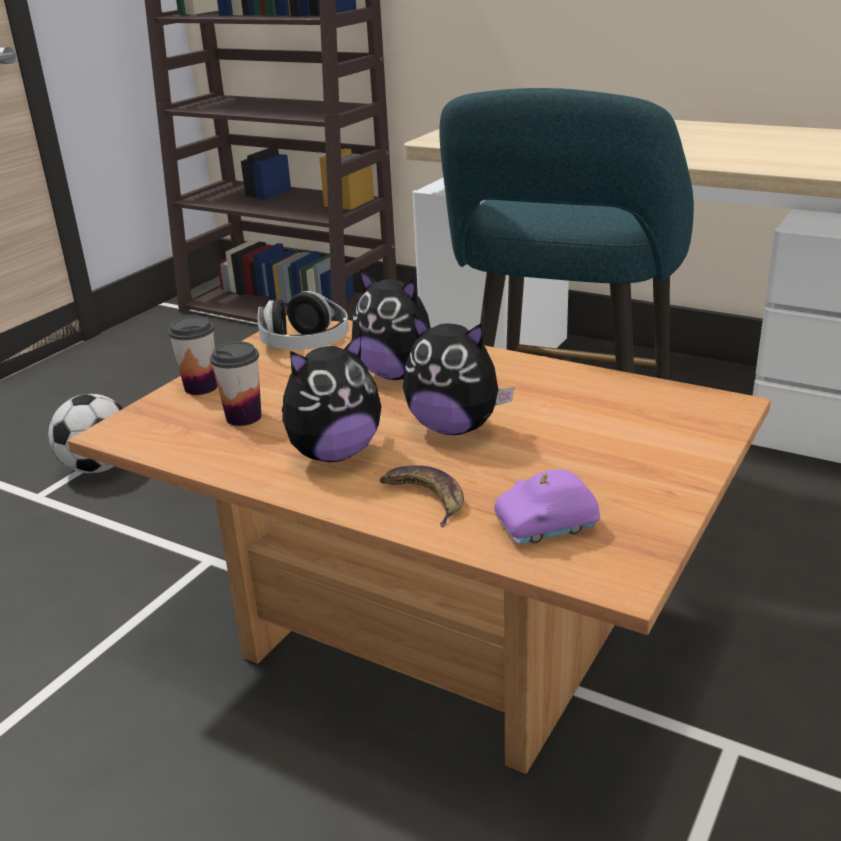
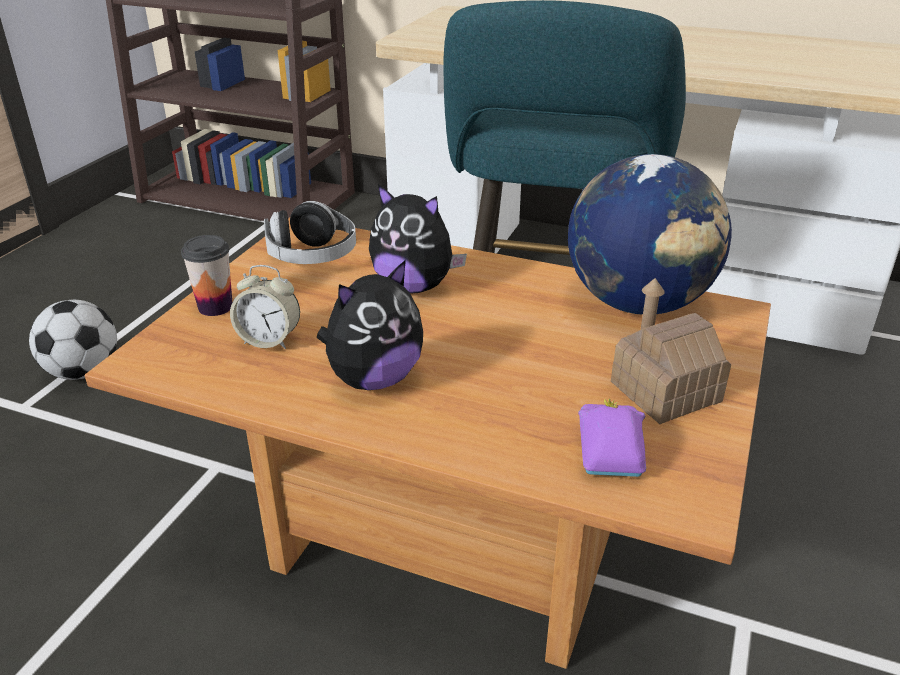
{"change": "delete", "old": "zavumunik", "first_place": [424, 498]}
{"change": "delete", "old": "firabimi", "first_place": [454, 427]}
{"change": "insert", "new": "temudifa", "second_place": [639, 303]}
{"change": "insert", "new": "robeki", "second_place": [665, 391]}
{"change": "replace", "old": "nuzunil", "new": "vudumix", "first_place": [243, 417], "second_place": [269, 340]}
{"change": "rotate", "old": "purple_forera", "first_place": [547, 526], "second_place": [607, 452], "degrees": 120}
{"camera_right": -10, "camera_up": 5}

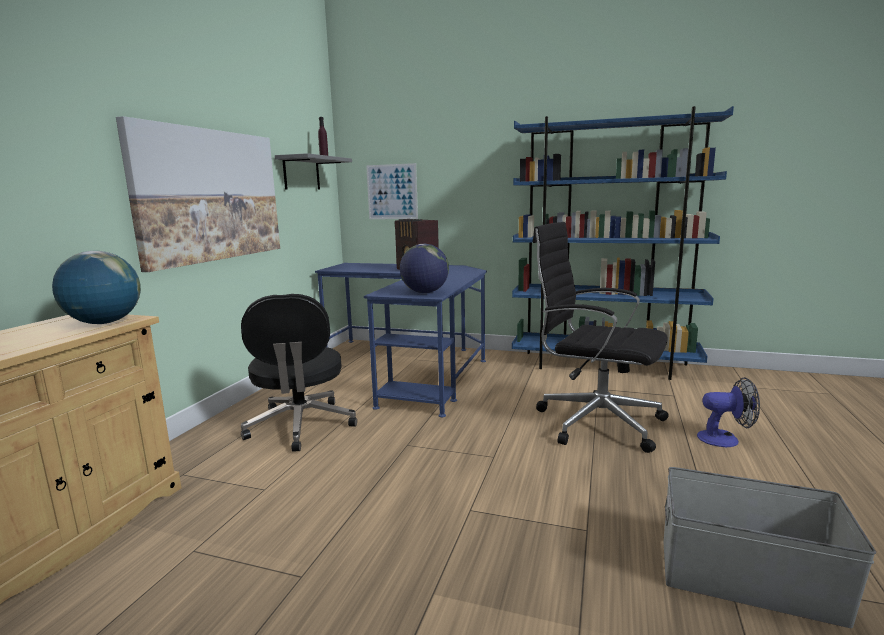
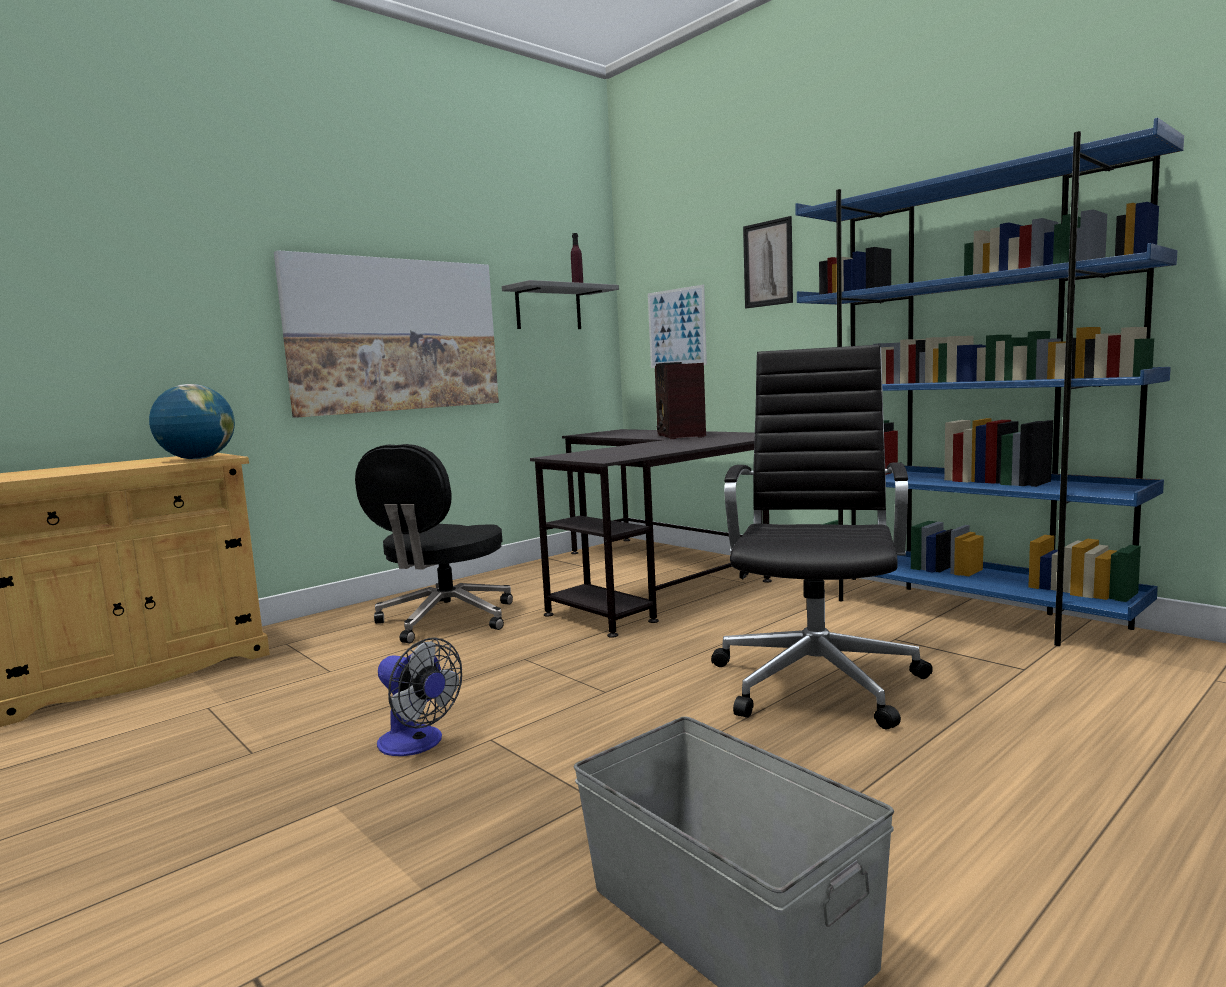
{"change": "delete", "old": "temudifa", "first_place": [425, 292]}
{"change": "insert", "new": "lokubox", "second_place": [768, 263]}
{"change": "move", "old": "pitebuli", "first_place": [725, 439], "second_place": [417, 744]}
{"change": "recolor", "old": "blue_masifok", "new": "black_masifok", "first_place": [413, 366], "second_place": [661, 576]}
{"change": "rotate", "old": "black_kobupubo", "first_place": [595, 422], "second_place": [817, 679], "degrees": 45}
{"camera_right": 30, "camera_up": -5}

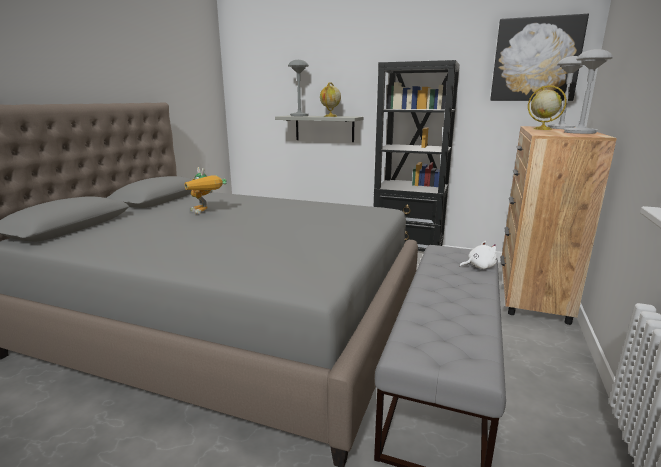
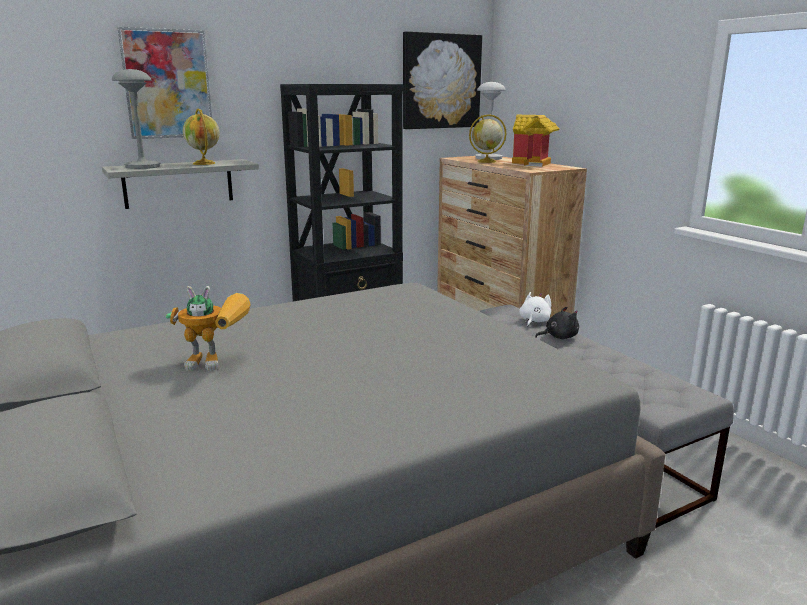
{"change": "insert", "new": "lokubox", "second_place": [167, 84]}
{"change": "insert", "new": "black_firabimi", "second_place": [559, 337]}
{"change": "replace", "old": "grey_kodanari", "new": "robeki", "first_place": [580, 132], "second_place": [535, 164]}
{"camera_right": -50, "camera_up": 0}

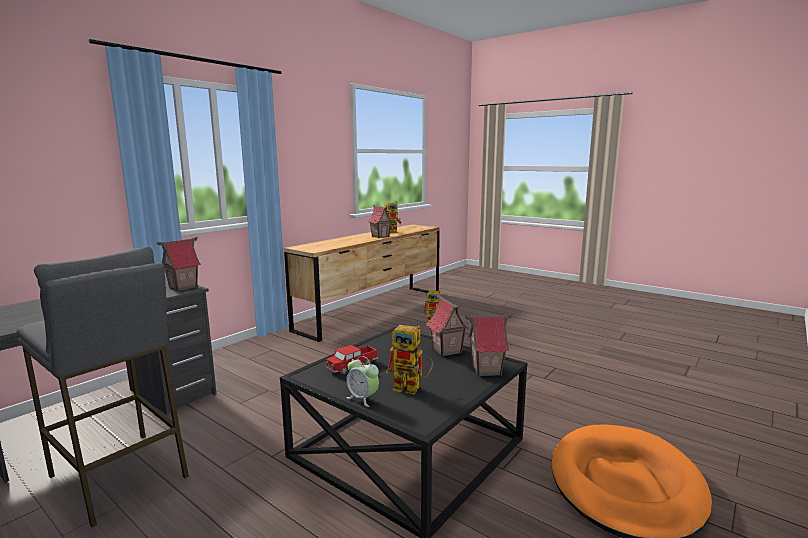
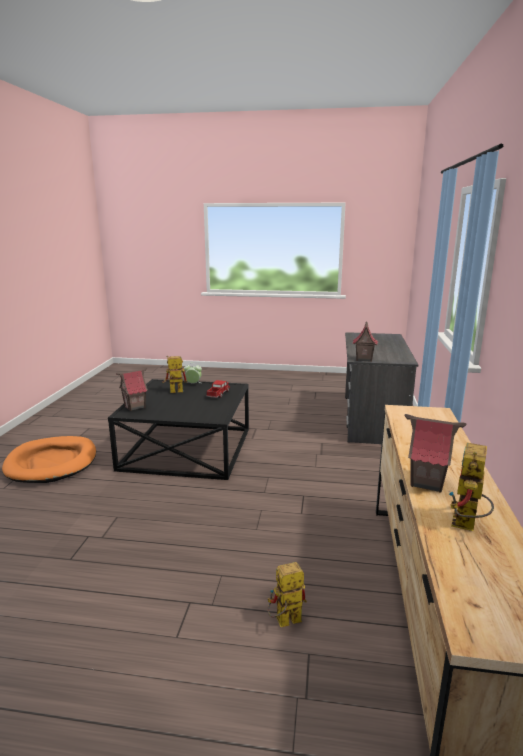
{"change": "delete", "old": "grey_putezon", "first_place": [119, 476]}
{"change": "delete", "old": "robeki", "first_place": [446, 351]}
{"camera_right": 150, "camera_up": 5}

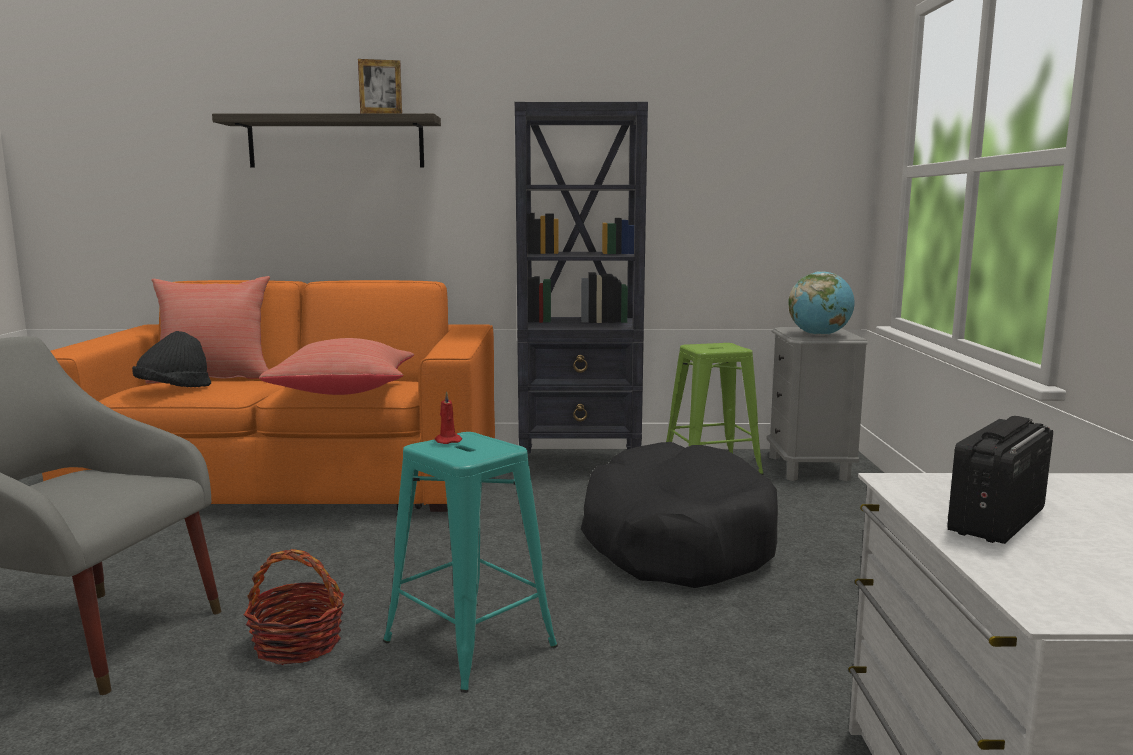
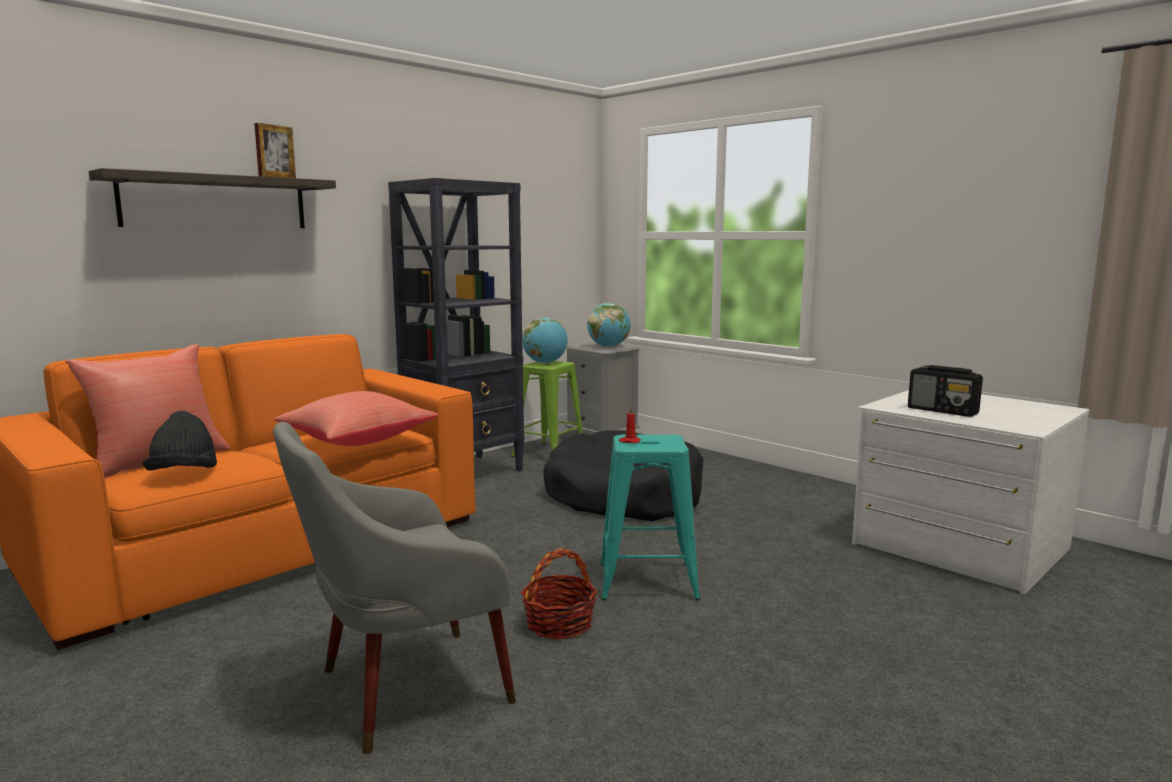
{"change": "insert", "new": "temudifa", "second_place": [545, 363]}
{"change": "rotate", "old": "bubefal", "first_place": [996, 521], "second_place": [943, 411], "degrees": -45}
{"camera_right": -45, "camera_up": 0}

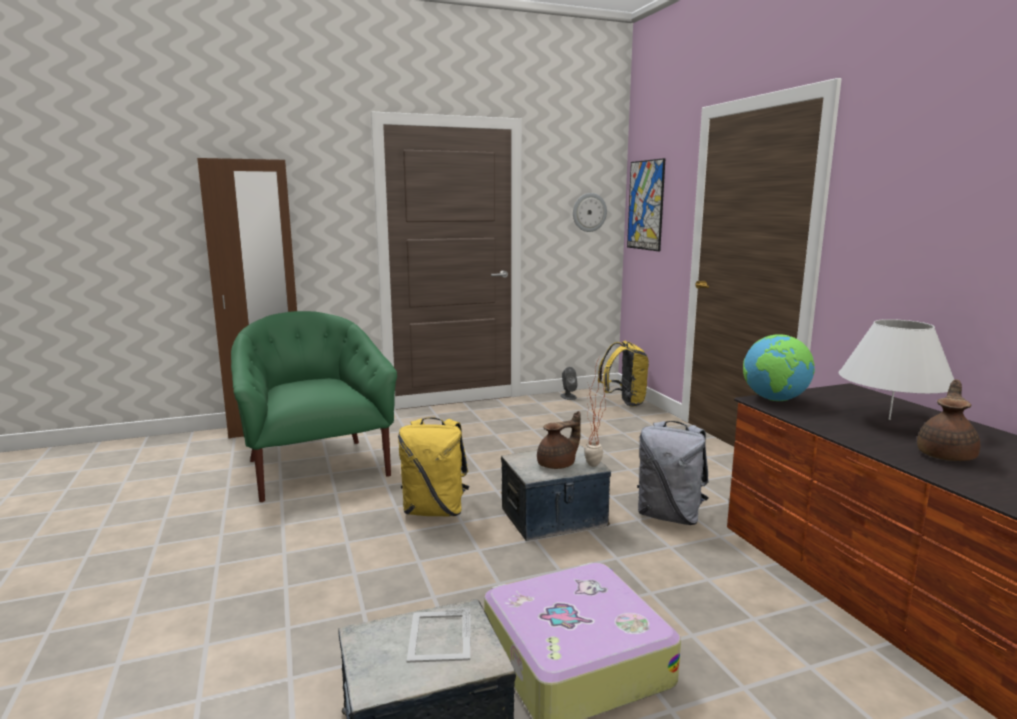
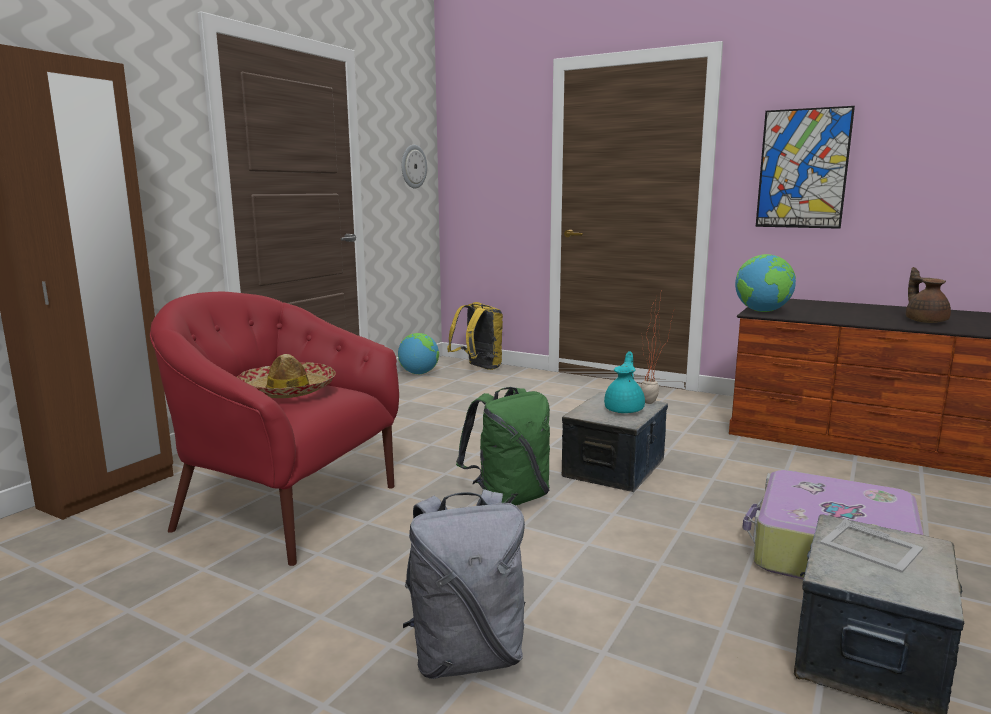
{"change": "delete", "old": "white_kodanari", "first_place": [889, 419]}
{"change": "insert", "new": "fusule", "second_place": [287, 390]}
{"change": "move", "old": "lokubox", "first_place": [645, 205], "second_place": [802, 169]}
{"change": "move", "old": "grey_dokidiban", "first_place": [670, 516], "second_place": [466, 656]}
{"change": "replace", "old": "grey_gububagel", "new": "temudifa", "first_place": [568, 396], "second_place": [419, 373]}
{"change": "recolor", "old": "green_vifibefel", "new": "red_vifibefel", "first_place": [316, 468], "second_place": [285, 508]}
{"change": "recolor", "old": "yellow_dokidiban", "new": "green_dokidiban", "first_place": [435, 511], "second_place": [508, 499]}
{"change": "recolor", "old": "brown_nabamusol", "new": "turquoise_nabamusol", "first_place": [558, 465], "second_place": [625, 409]}
{"camera_right": -40, "camera_up": 0}

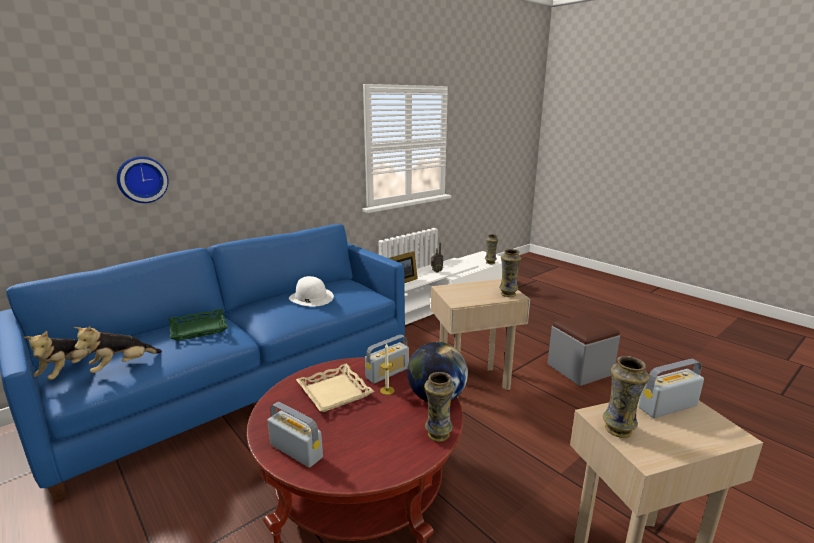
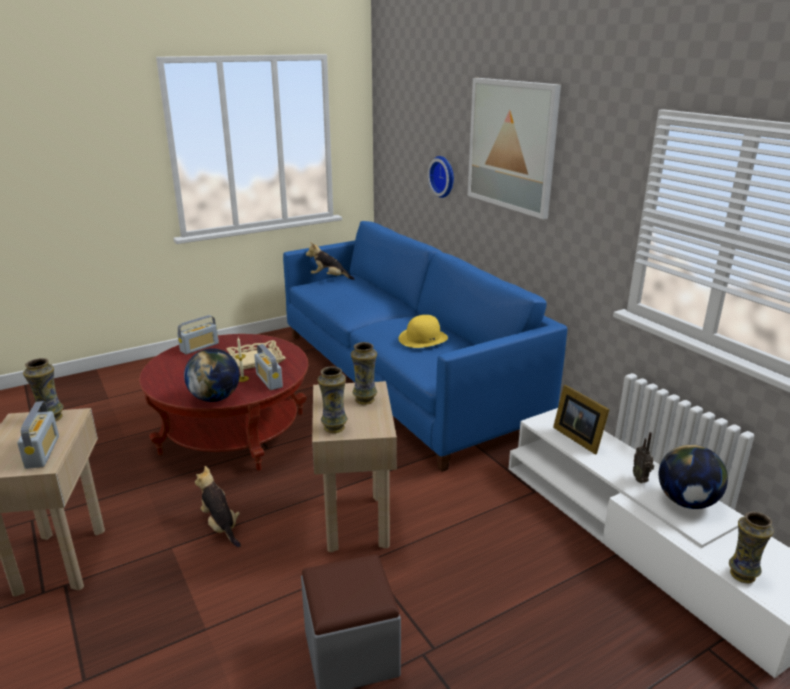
{"change": "delete", "old": "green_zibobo", "first_place": [198, 329]}
{"change": "insert", "new": "lokubox", "second_place": [511, 145]}
{"change": "insert", "new": "temudifa", "second_place": [686, 502]}
{"change": "move", "old": "firabimi", "first_place": [122, 366], "second_place": [221, 526]}
{"change": "move", "old": "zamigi", "first_place": [438, 434], "second_place": [365, 399]}
{"change": "recolor", "old": "white_fusule", "new": "yellow_fusule", "first_place": [311, 298], "second_place": [423, 338]}
{"camera_right": 100, "camera_up": 5}

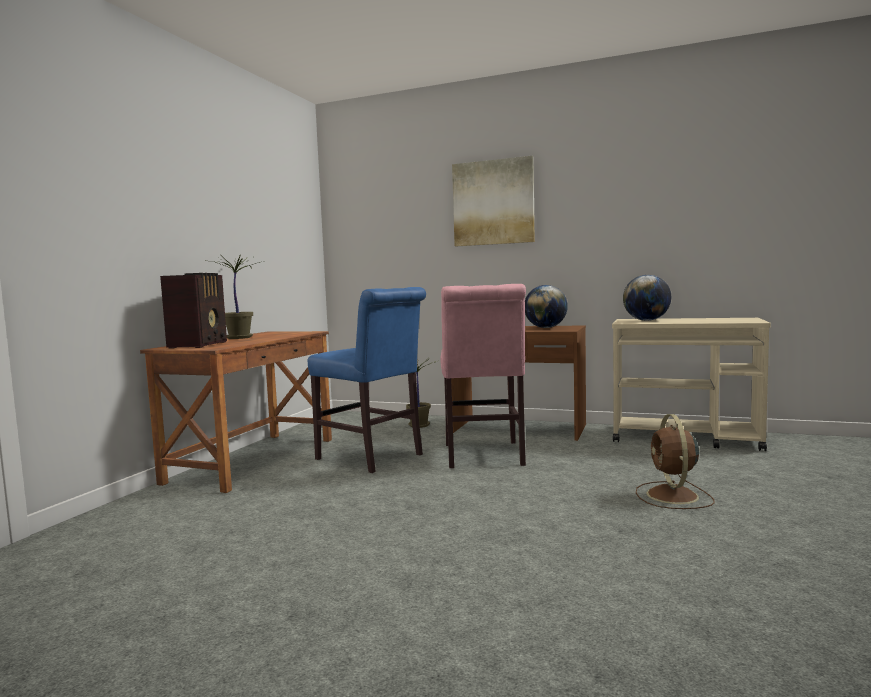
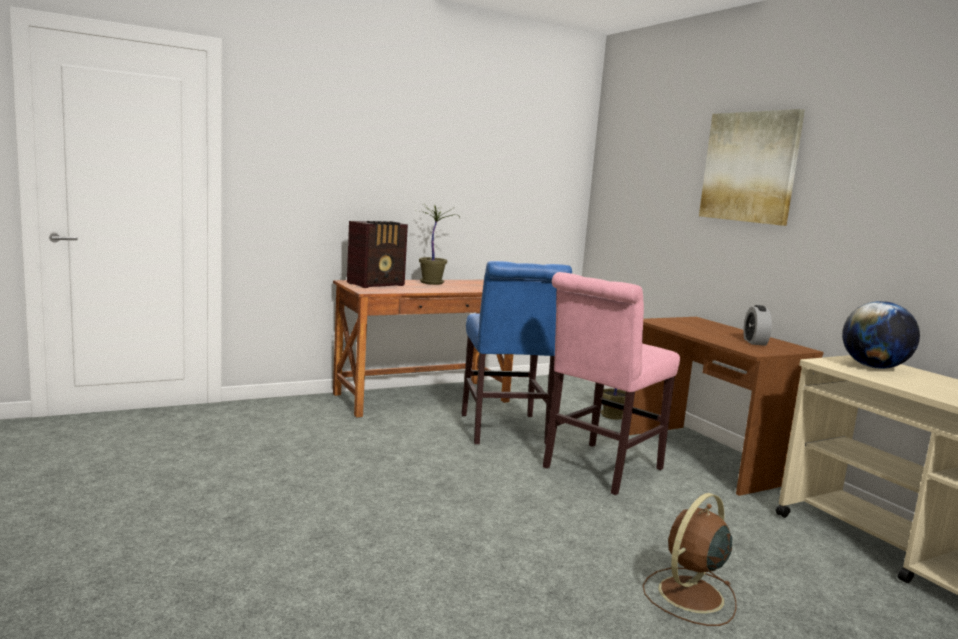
{"change": "replace", "old": "temudifa", "new": "vudumix", "first_place": [545, 328], "second_place": [754, 342]}
{"camera_right": 40, "camera_up": 5}

